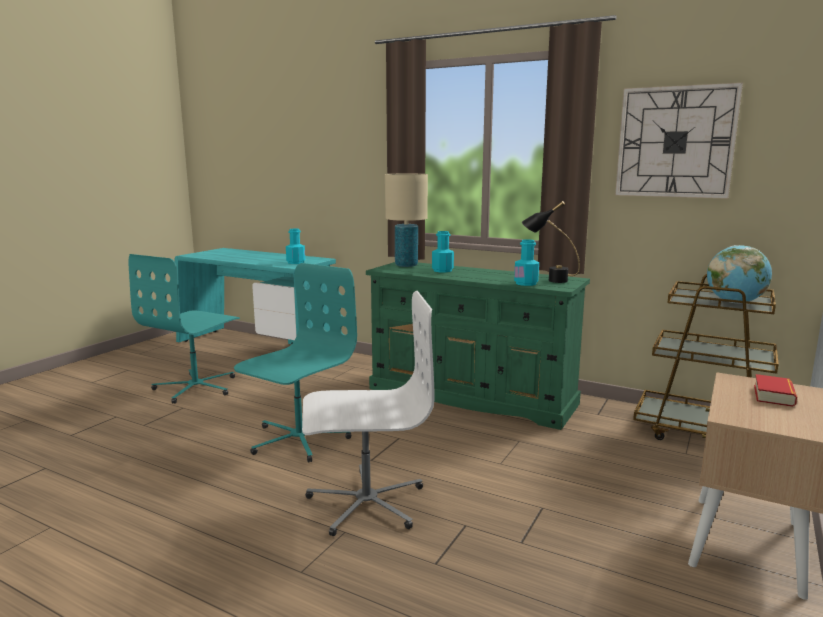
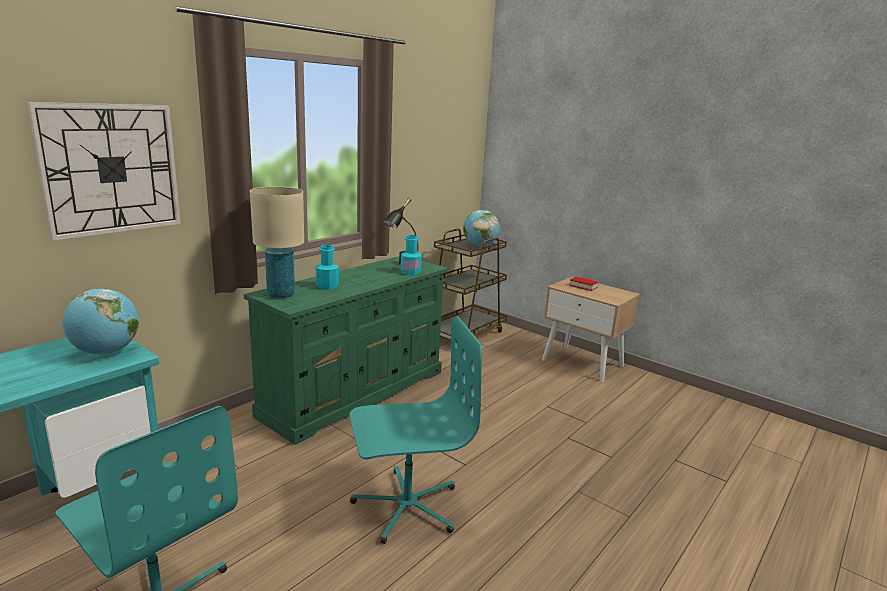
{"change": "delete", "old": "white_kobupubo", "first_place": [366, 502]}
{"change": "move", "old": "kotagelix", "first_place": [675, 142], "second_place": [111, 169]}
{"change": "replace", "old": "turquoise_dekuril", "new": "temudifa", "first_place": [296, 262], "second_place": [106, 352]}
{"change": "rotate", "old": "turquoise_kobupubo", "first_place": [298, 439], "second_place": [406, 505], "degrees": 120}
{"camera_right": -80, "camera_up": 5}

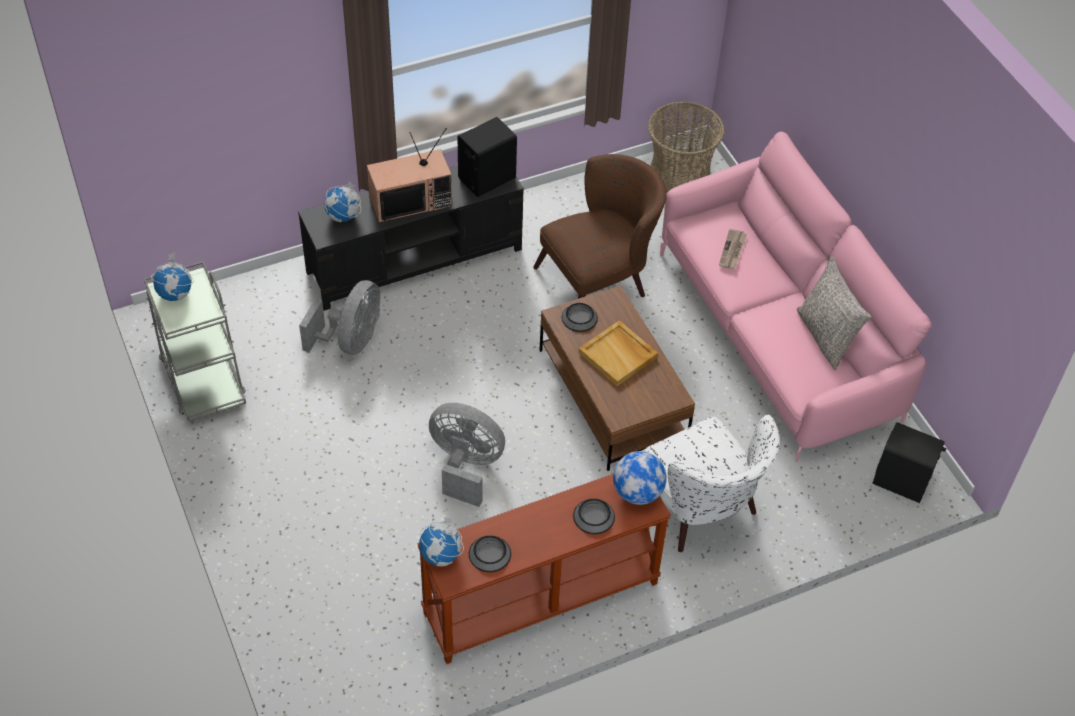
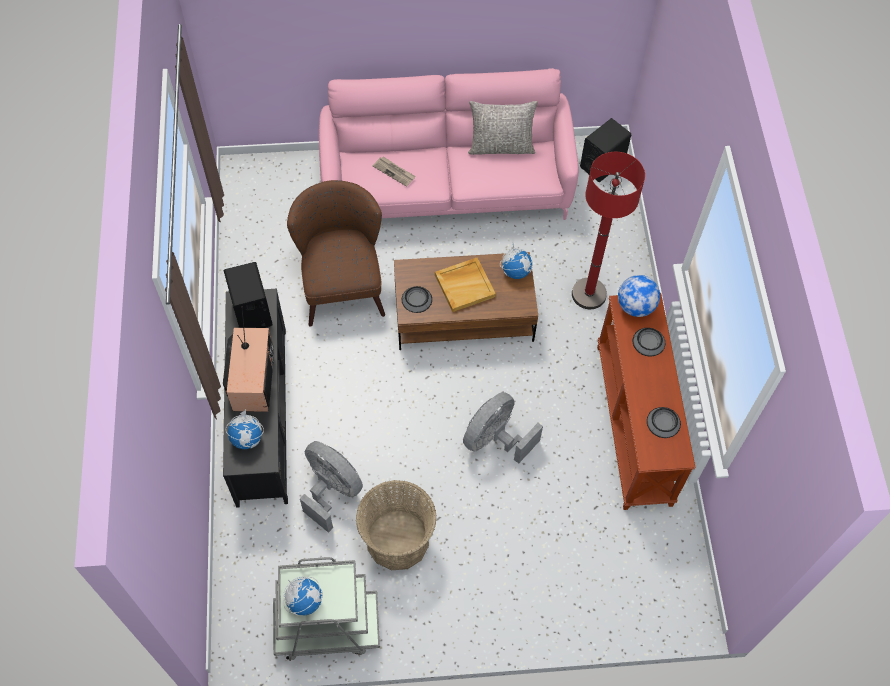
{"change": "move", "old": "temudifa", "first_place": [441, 555], "second_place": [516, 271]}
{"change": "move", "old": "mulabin", "first_place": [679, 174], "second_place": [397, 539]}
{"change": "replace", "old": "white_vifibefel", "new": "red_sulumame", "first_place": [700, 511], "second_place": [589, 294]}
{"camera_right": -70, "camera_up": 10}

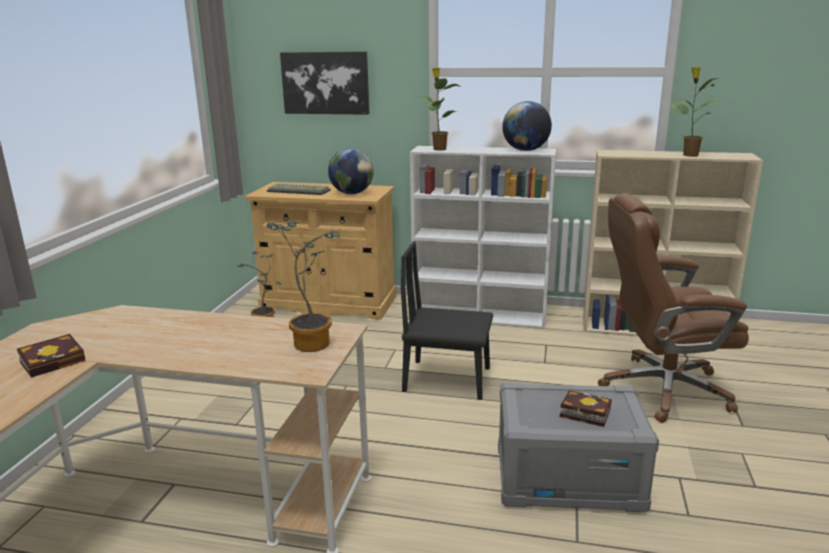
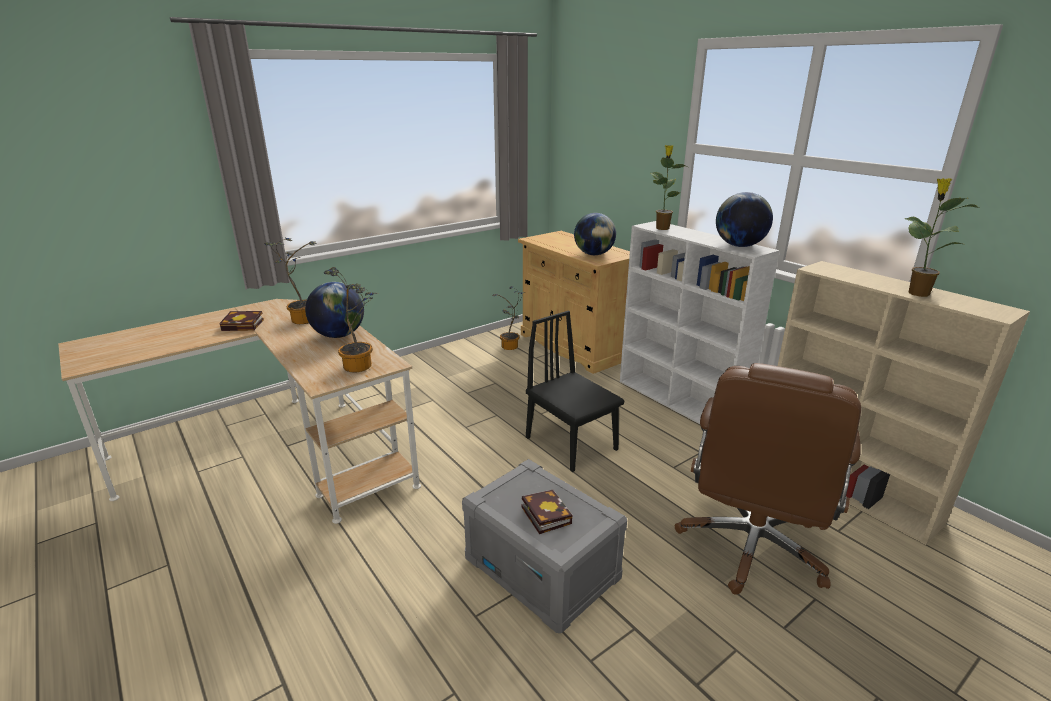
{"change": "delete", "old": "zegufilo", "first_place": [299, 190]}
{"change": "delete", "old": "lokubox", "first_place": [325, 83]}
{"change": "insert", "new": "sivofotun", "second_place": [302, 319]}
{"change": "insert", "new": "temudifa", "second_place": [338, 335]}
{"change": "rotate", "old": "brown_kobupubo", "first_place": [661, 389], "second_place": [751, 547], "degrees": -105}
{"camera_right": 40, "camera_up": 5}

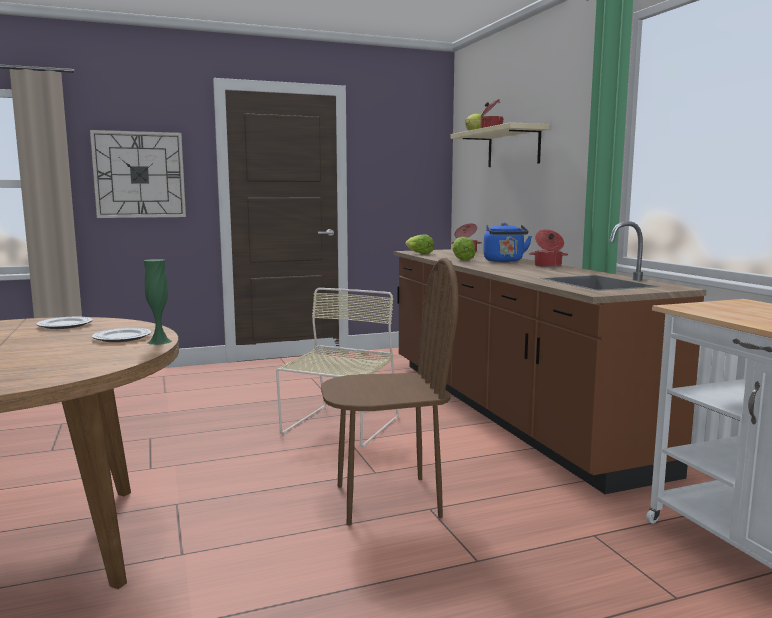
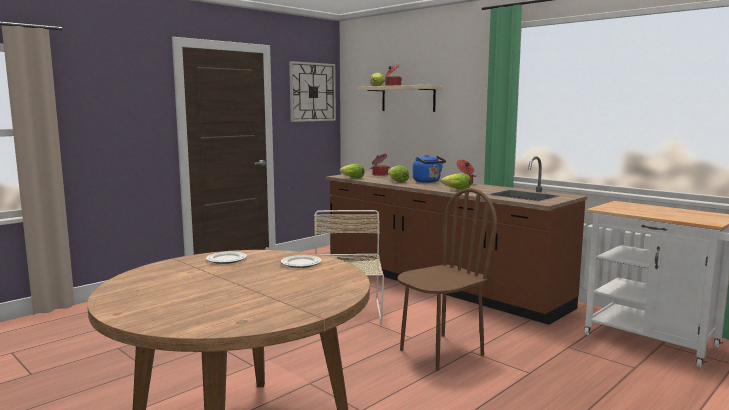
{"change": "delete", "old": "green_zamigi", "first_place": [159, 342]}
{"change": "insert", "new": "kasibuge", "second_place": [456, 189]}
{"change": "move", "old": "kotagelix", "first_place": [139, 175], "second_place": [312, 92]}
{"camera_right": -25, "camera_up": 0}

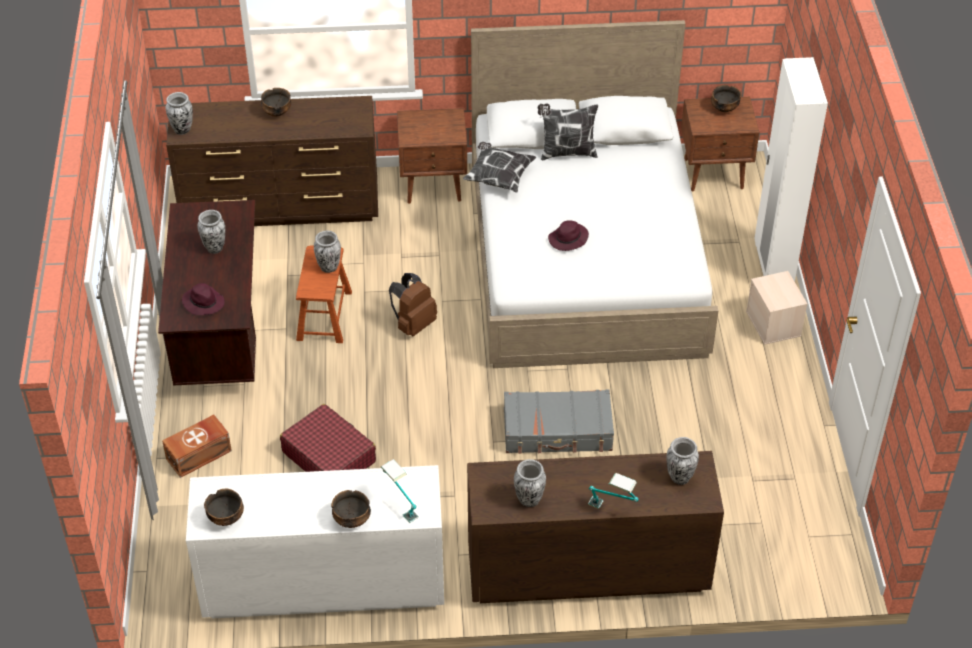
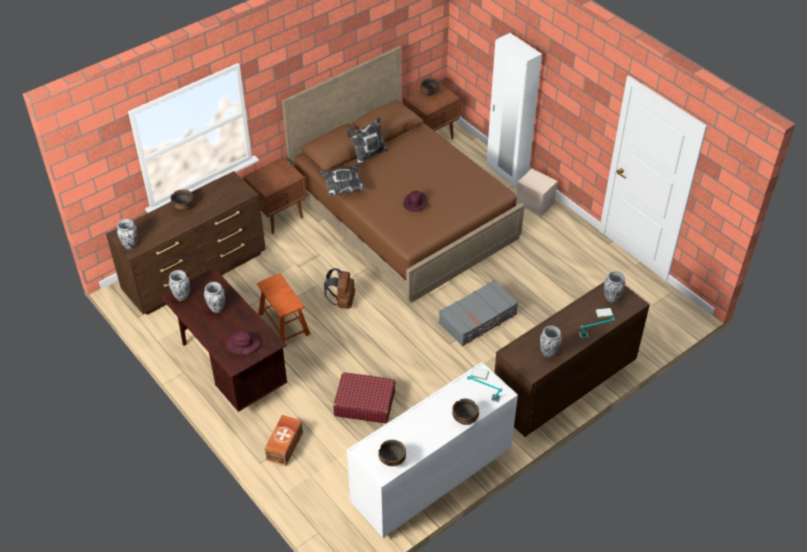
{"change": "move", "old": "zamigi", "first_place": [329, 267], "second_place": [182, 296]}
{"change": "recolor", "old": "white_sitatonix", "new": "brown_sitatonix", "first_place": [586, 256], "second_place": [404, 215]}
{"camera_right": -35, "camera_up": 0}

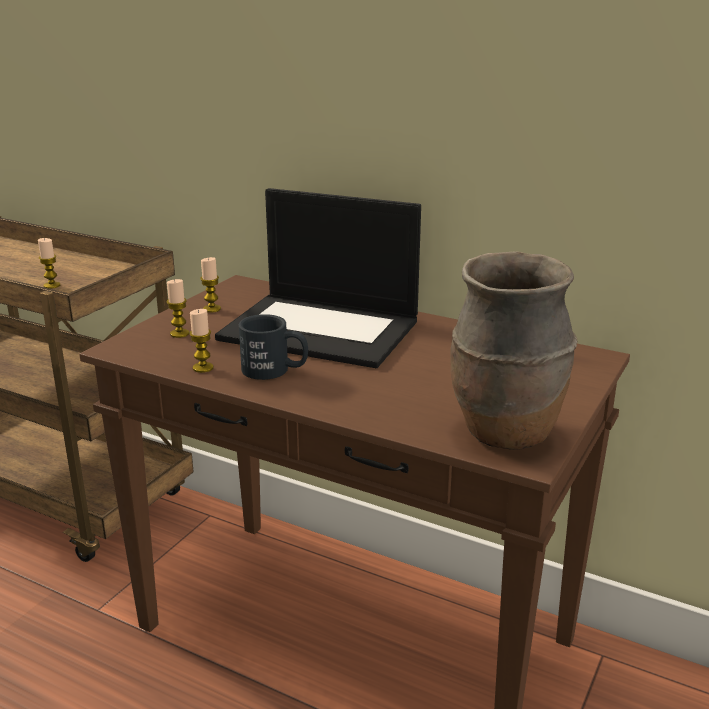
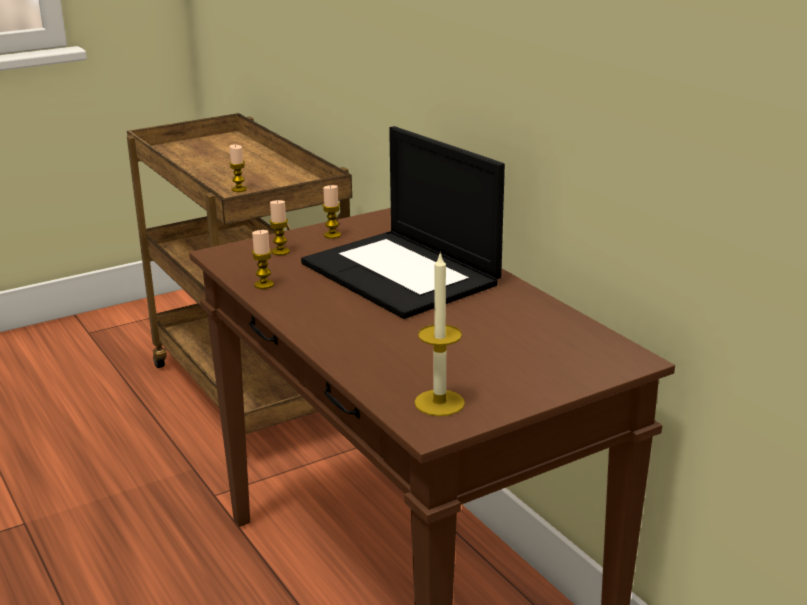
{"change": "delete", "old": "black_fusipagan", "first_place": [275, 370]}
{"change": "replace", "old": "brown_zamigi", "new": "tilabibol", "first_place": [505, 433], "second_place": [439, 403]}
{"camera_right": 30, "camera_up": 0}

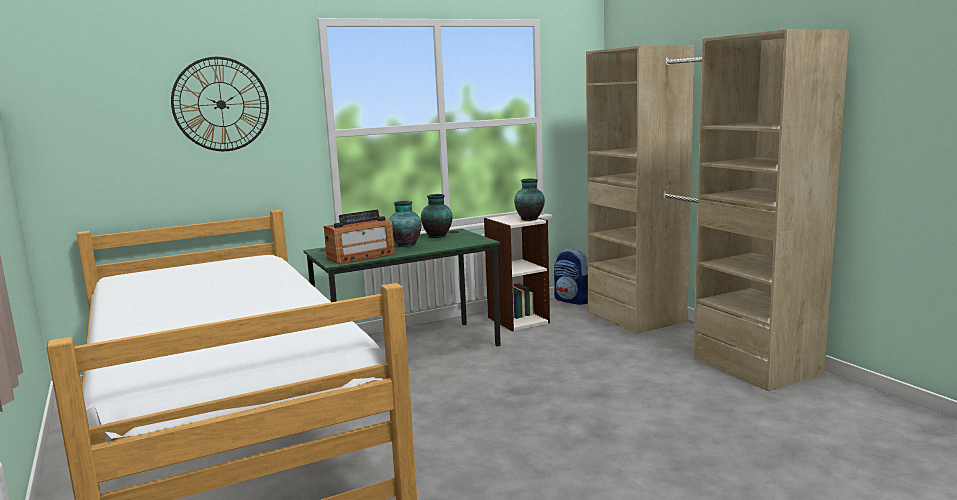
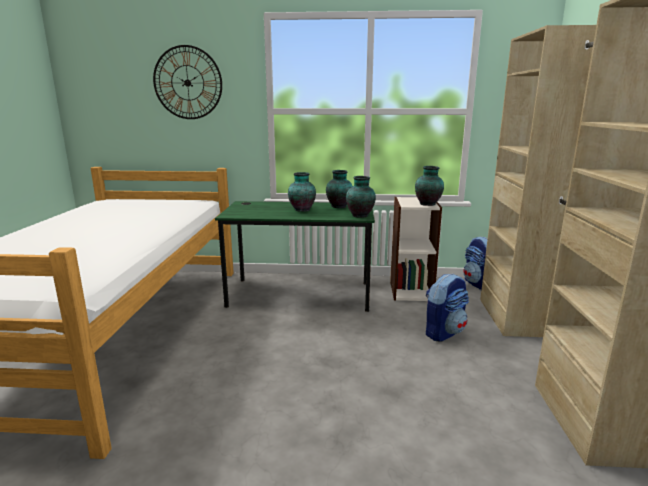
{"change": "delete", "old": "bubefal", "first_place": [361, 257]}
{"change": "insert", "new": "zamigi", "second_place": [360, 215]}
{"change": "insert", "new": "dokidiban", "second_place": [444, 332]}
{"camera_right": 30, "camera_up": 5}

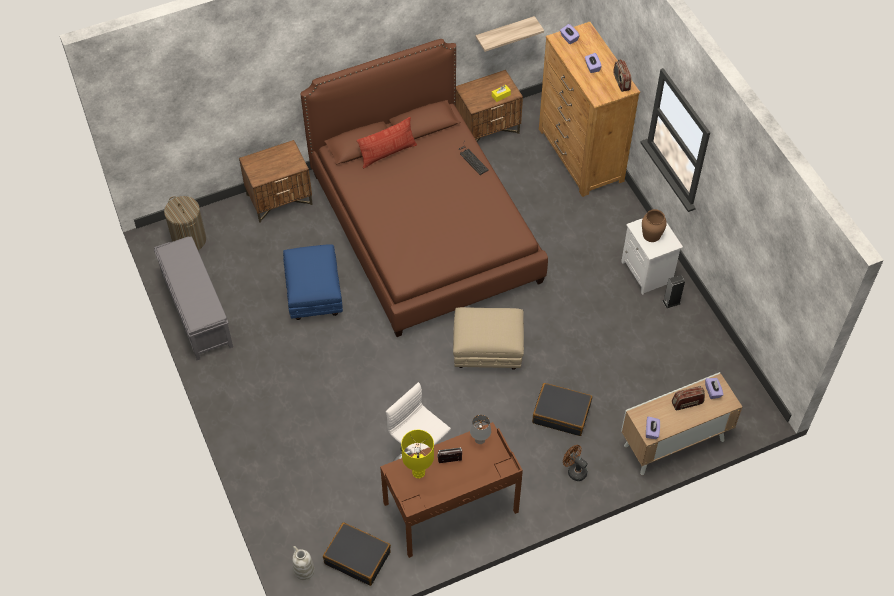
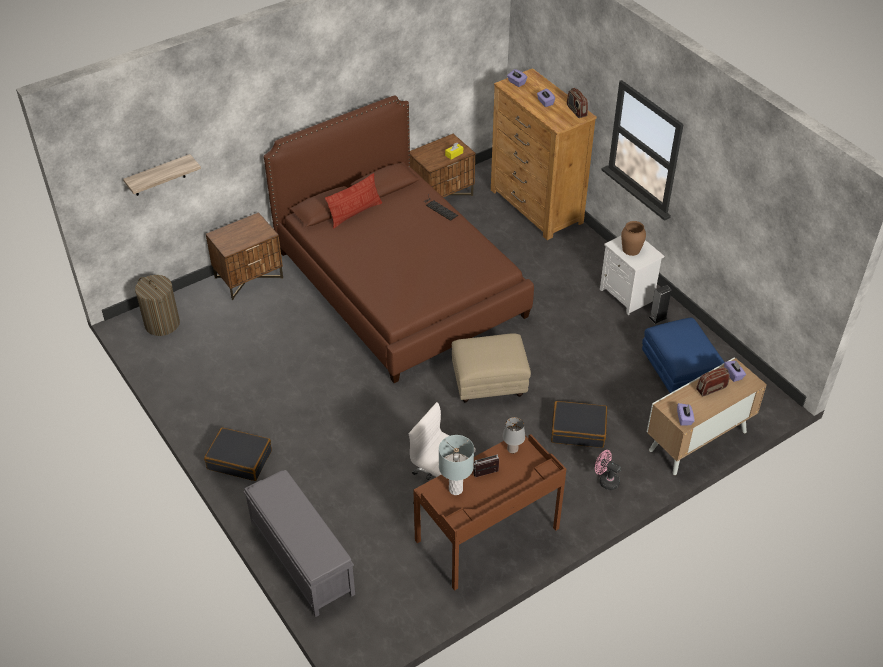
{"change": "delete", "old": "white_zamigi", "first_place": [303, 570]}
{"change": "move", "old": "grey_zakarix", "first_place": [196, 310], "second_place": [301, 557]}
{"change": "move", "old": "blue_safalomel", "first_place": [314, 294], "second_place": [678, 372]}
{"change": "move", "old": "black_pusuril", "first_place": [357, 557], "second_place": [240, 459]}
{"change": "move", "old": "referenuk", "first_place": [504, 33], "second_place": [159, 176]}
{"change": "recolor", "old": "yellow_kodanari", "new": "grey_kodanari", "first_place": [418, 472], "second_place": [456, 489]}
{"change": "recolor", "old": "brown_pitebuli", "new": "pink_pitebuli", "first_place": [574, 470], "second_place": [605, 480]}
{"camera_right": -10, "camera_up": -10}

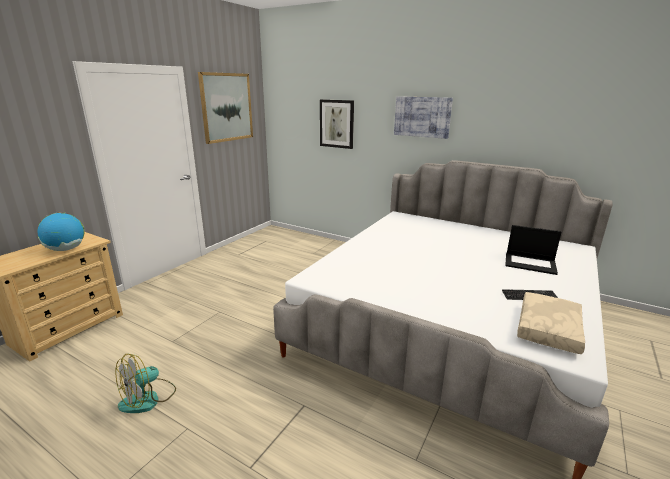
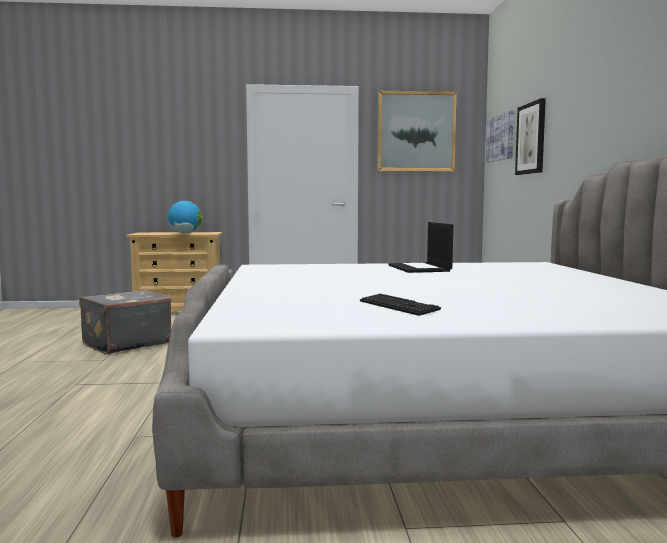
{"change": "delete", "old": "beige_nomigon", "first_place": [549, 330]}
{"change": "move", "old": "lokubox", "first_place": [422, 117], "second_place": [500, 138]}
{"change": "move", "old": "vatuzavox", "first_place": [530, 263], "second_place": [420, 268]}
{"change": "replace", "old": "pitebuli", "new": "grey_pusuril", "first_place": [148, 398], "second_place": [126, 344]}
{"camera_right": 55, "camera_up": -15}

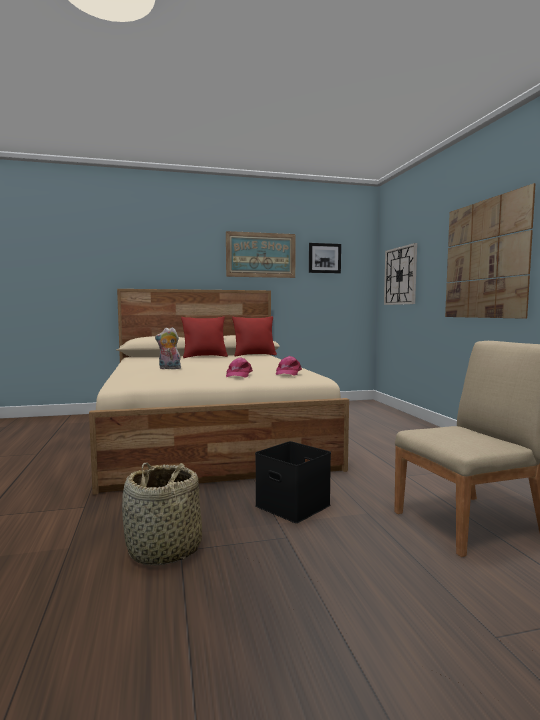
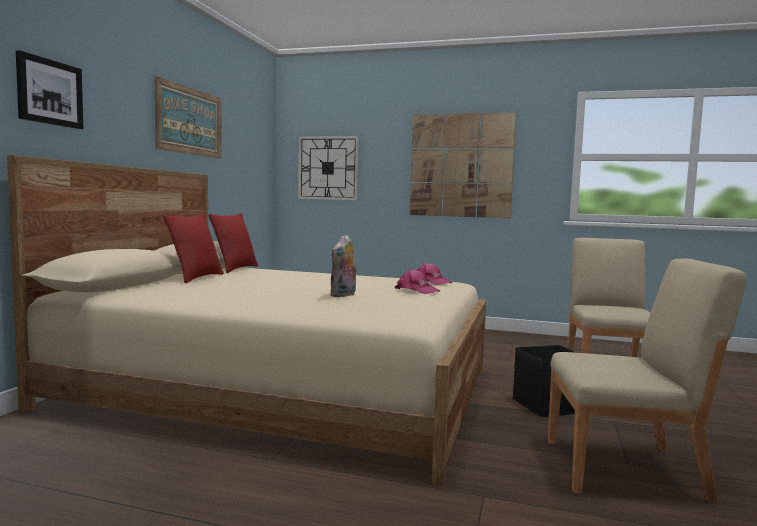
{"change": "move", "old": "lokubox", "first_place": [324, 258], "second_place": [49, 92]}
{"change": "replace", "old": "mulabin", "new": "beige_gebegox", "first_place": [164, 550], "second_place": [626, 469]}
{"camera_right": -60, "camera_up": 0}

